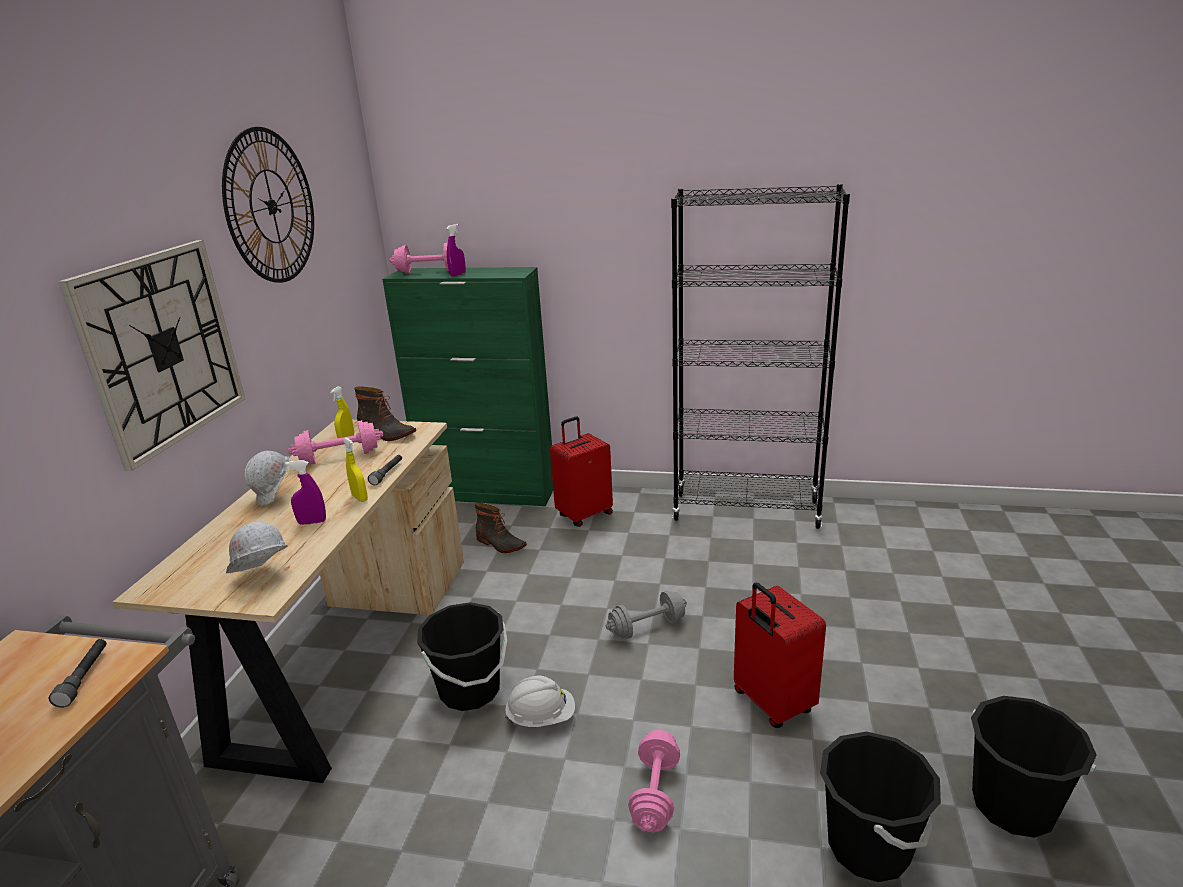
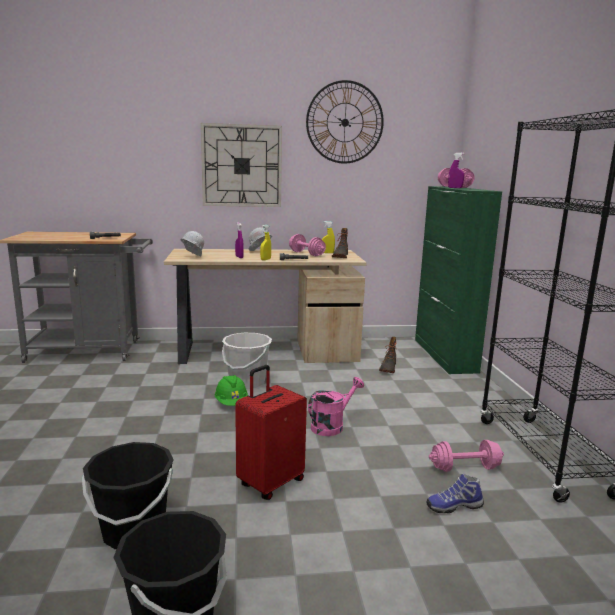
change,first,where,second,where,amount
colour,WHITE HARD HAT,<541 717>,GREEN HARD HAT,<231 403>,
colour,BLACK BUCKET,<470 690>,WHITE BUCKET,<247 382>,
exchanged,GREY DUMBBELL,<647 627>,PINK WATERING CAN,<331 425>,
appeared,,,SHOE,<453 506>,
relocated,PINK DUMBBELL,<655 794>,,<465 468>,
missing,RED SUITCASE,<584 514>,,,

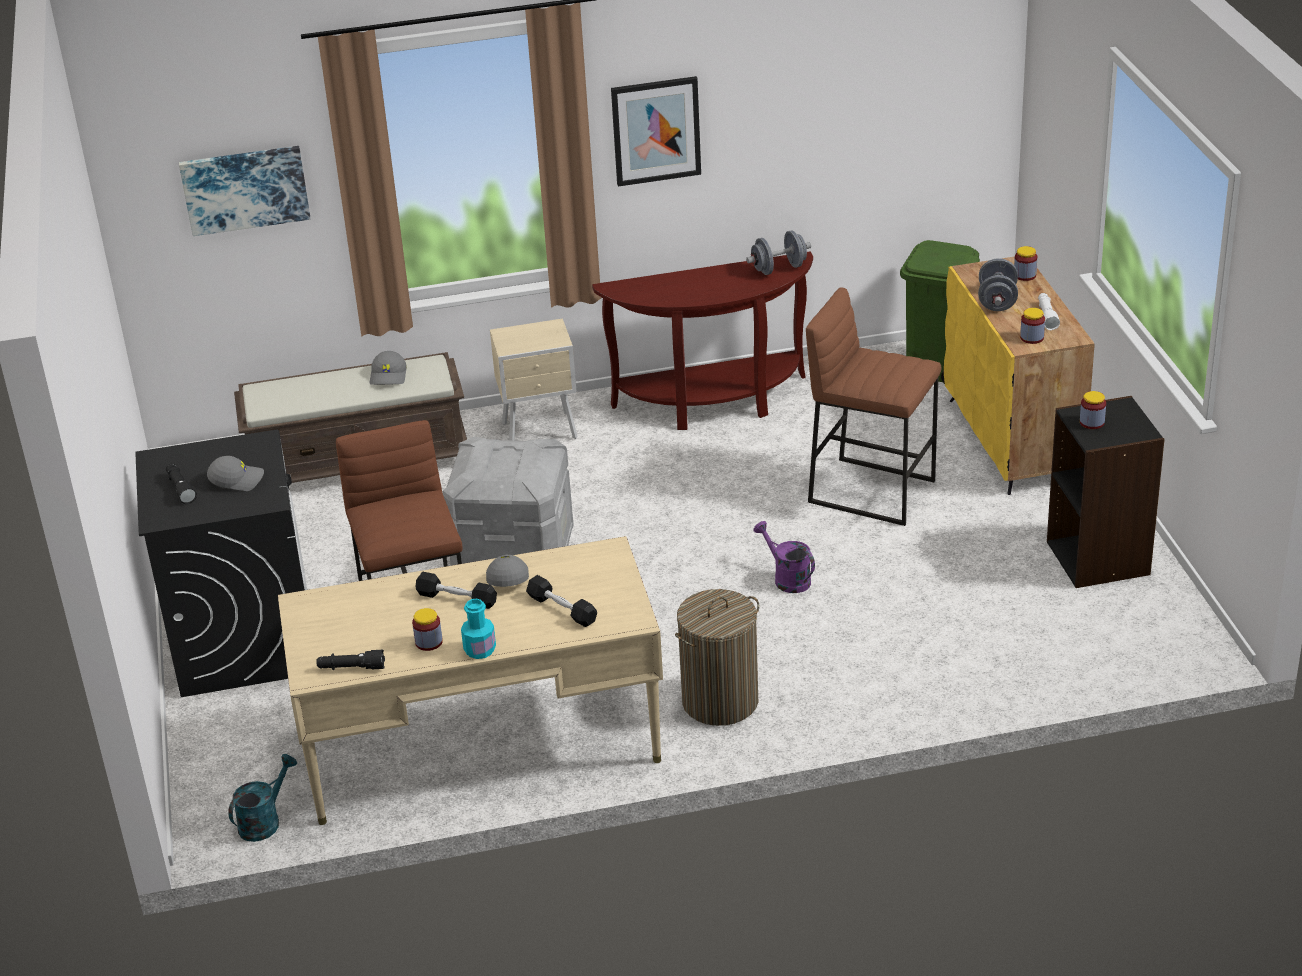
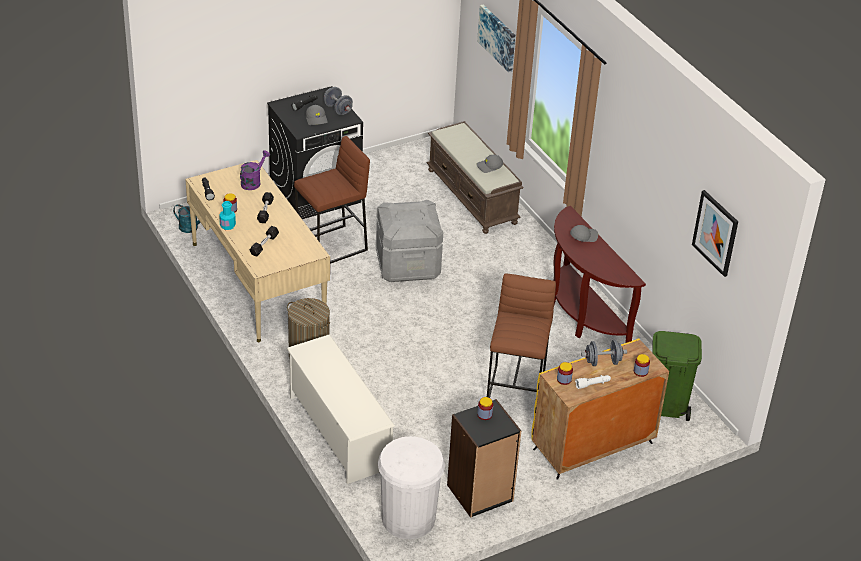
change,first,where,second,where,amount
relocated,PURPLE WATERING CAN,<787 578>,,<253 182>,
appeared,,,WHITE SHOE RACK,<338 432>,
relocated,GREY DUMBBELL,<779 269>,,<338 109>,
appeared,,,WHITE TRASH CAN,<408 518>,
relocated,GREY CAP,<506 577>,,<583 236>,
relocated,PICTURE,<656 130>,,<715 233>,
missing,BEIGE NIGHTSTAND,<541 431>,,,

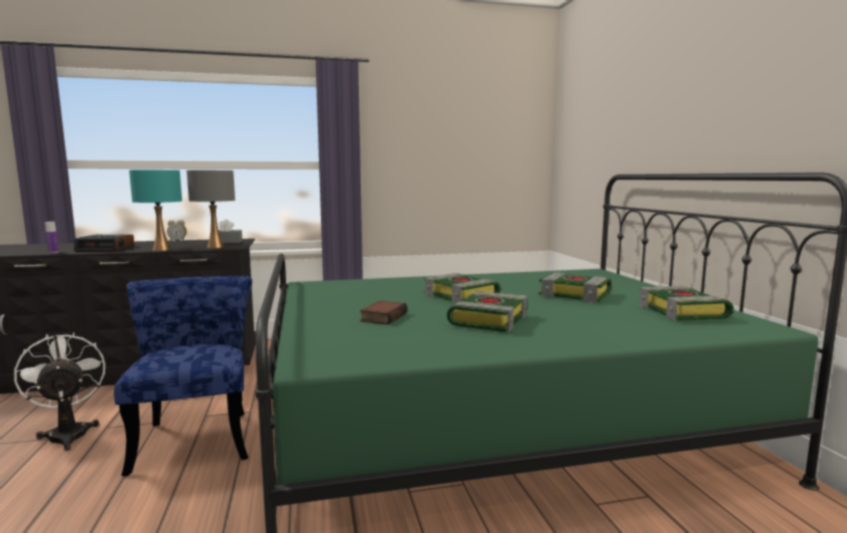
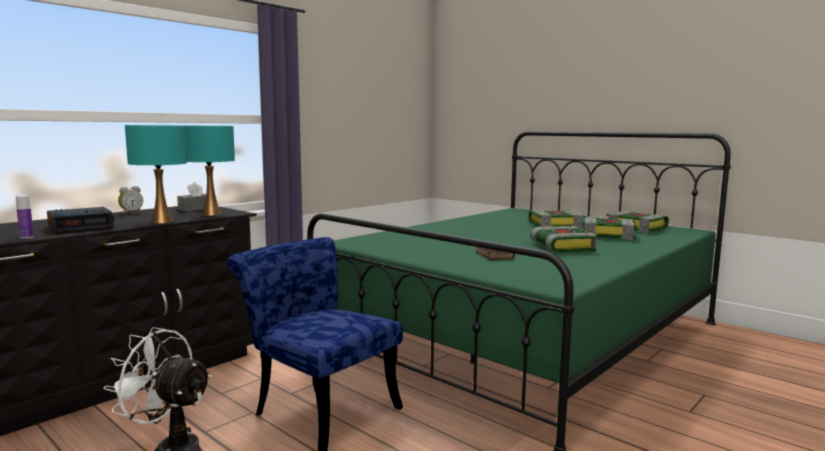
change,first,where,second,where,amount
colour,GREY TABLE LAMP,<215 247>,TURQUOISE TABLE LAMP,<212 214>,
relocated,BOOK,<462 296>,,<608 235>,

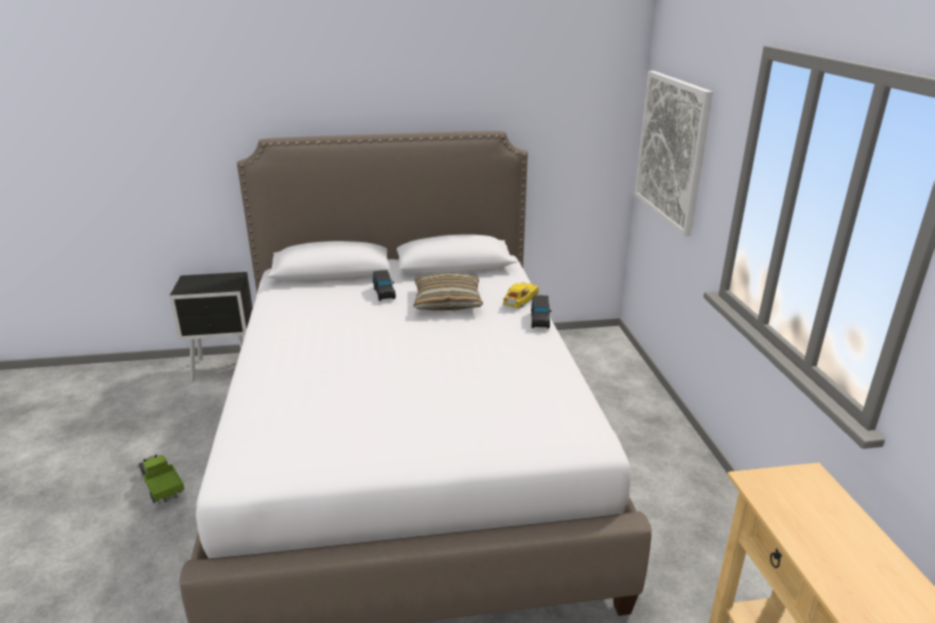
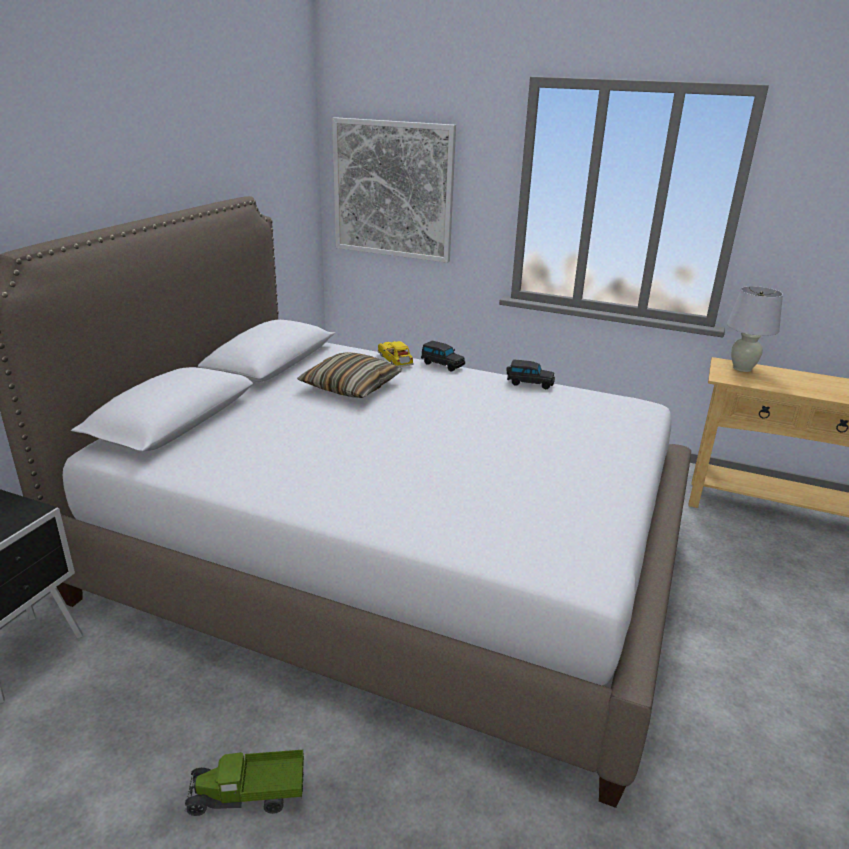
change,first,where,second,where,amount
relocated,BLACK TOY CAR,<384 293>,,<529 383>,
appeared,,,WHITE TABLE LAMP,<742 368>,

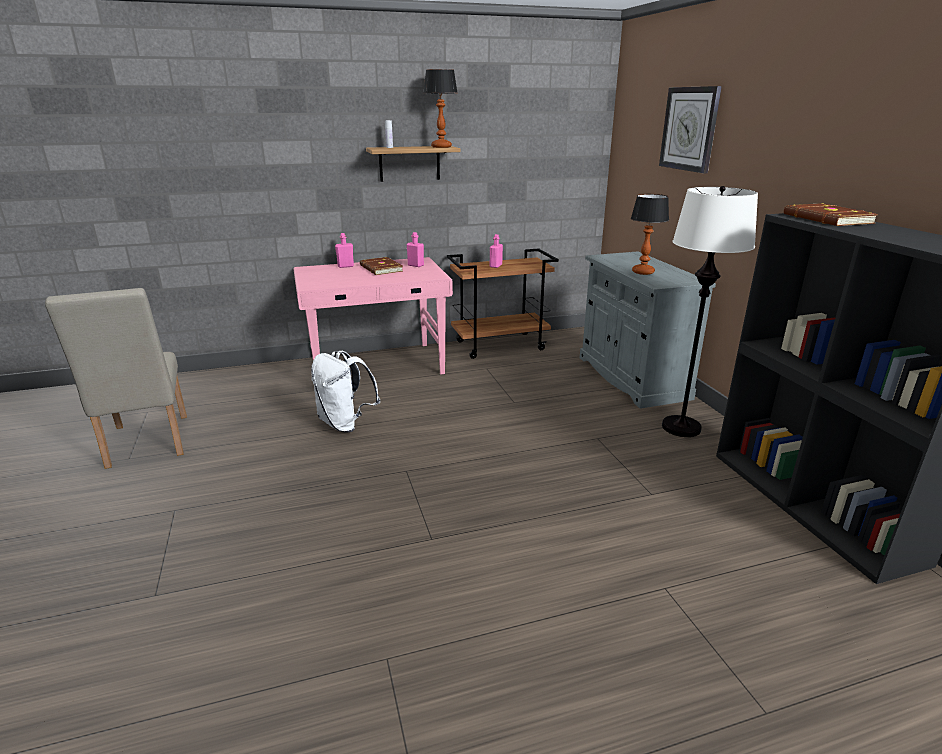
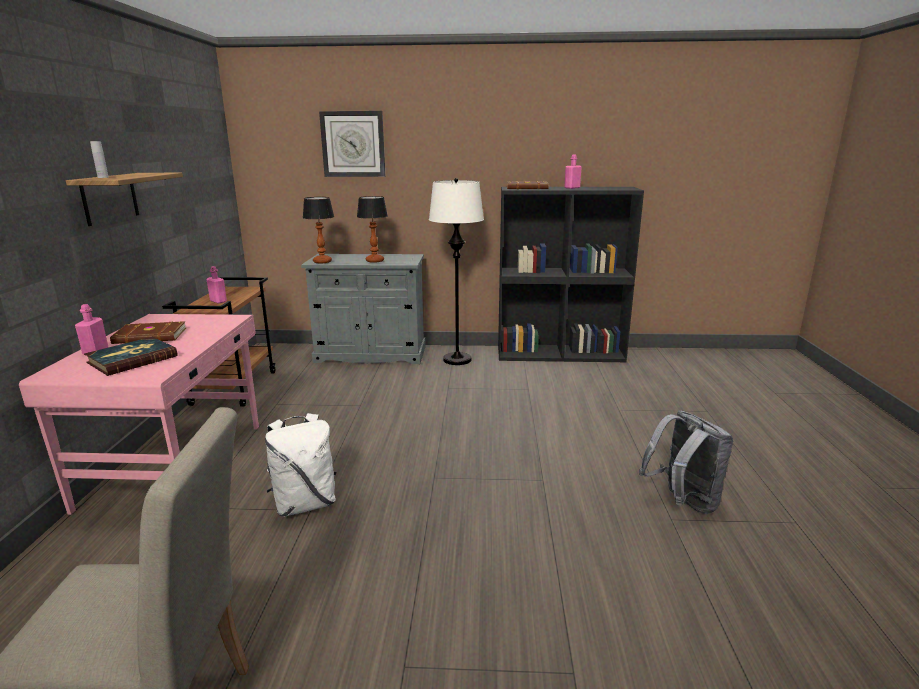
change,first,where,second,where,amount
appeared,,,BOOK,<132 359>,
relocated,TABLE LAMP,<441 147>,,<322 261>,
relocated,PINK BOTTLE,<415 265>,,<572 188>,
appeared,,,GREY BACKPACK,<682 502>,

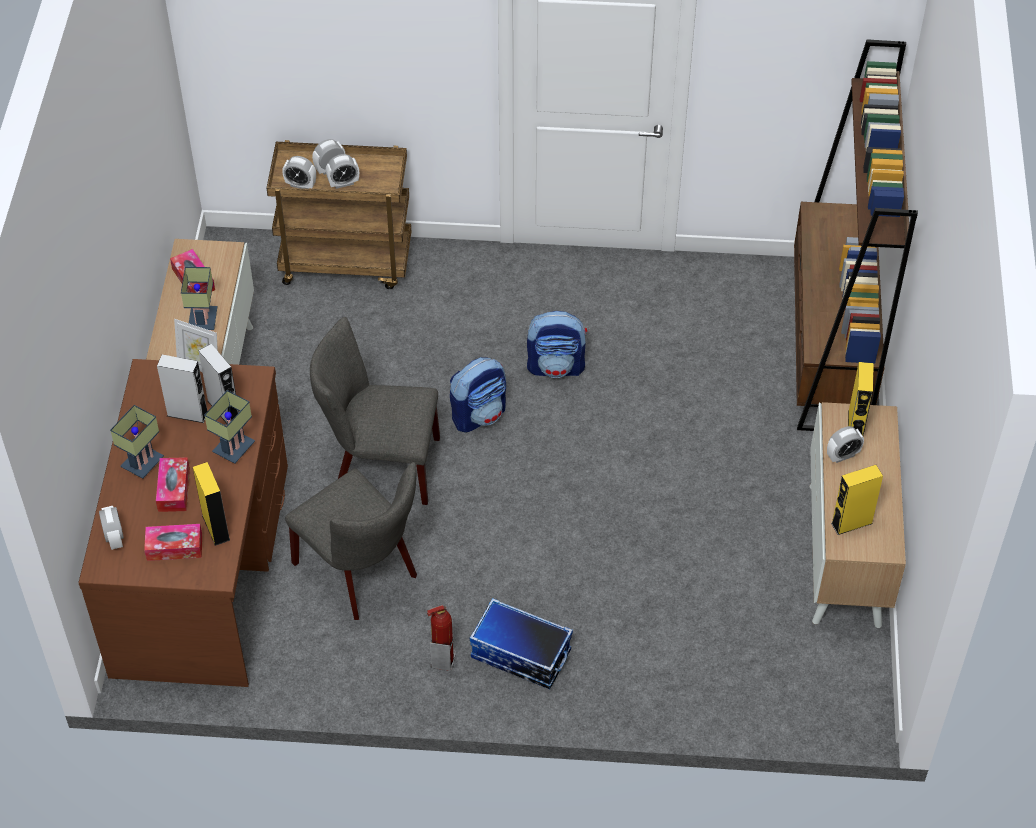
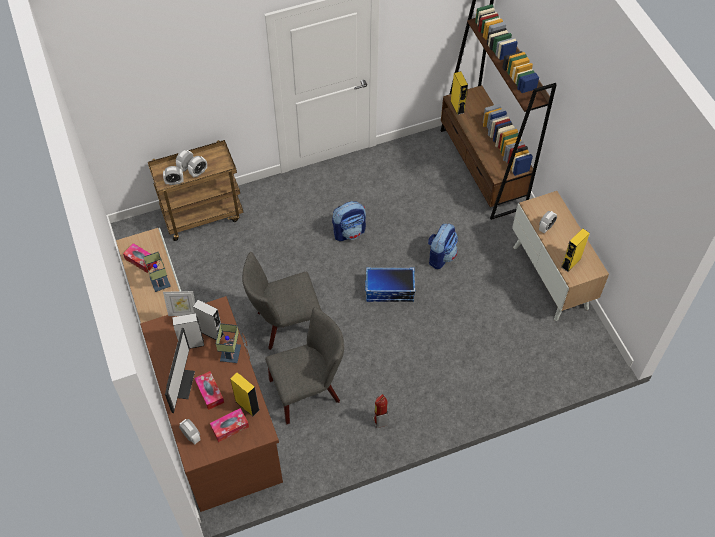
change,first,where,second,where,amount
exchanged,TABLE LAMP,<142 461>,MONITOR,<181 383>,
spun,GREY CHAIR,<361 573>,,<309 390>,45 degrees counterclockwise
relocated,STORAGE BOX,<520 655>,,<389 291>,
relocated,BACKPACK,<479 414>,,<440 256>,
relocated,YELLOW SPEAKER,<855 425>,,<457 107>,

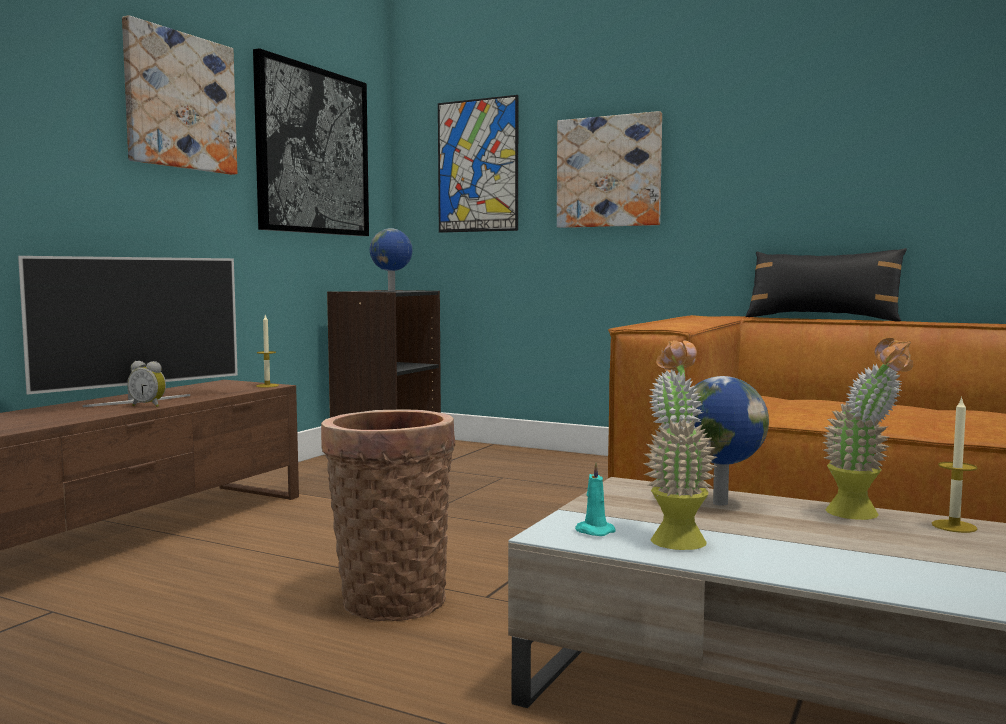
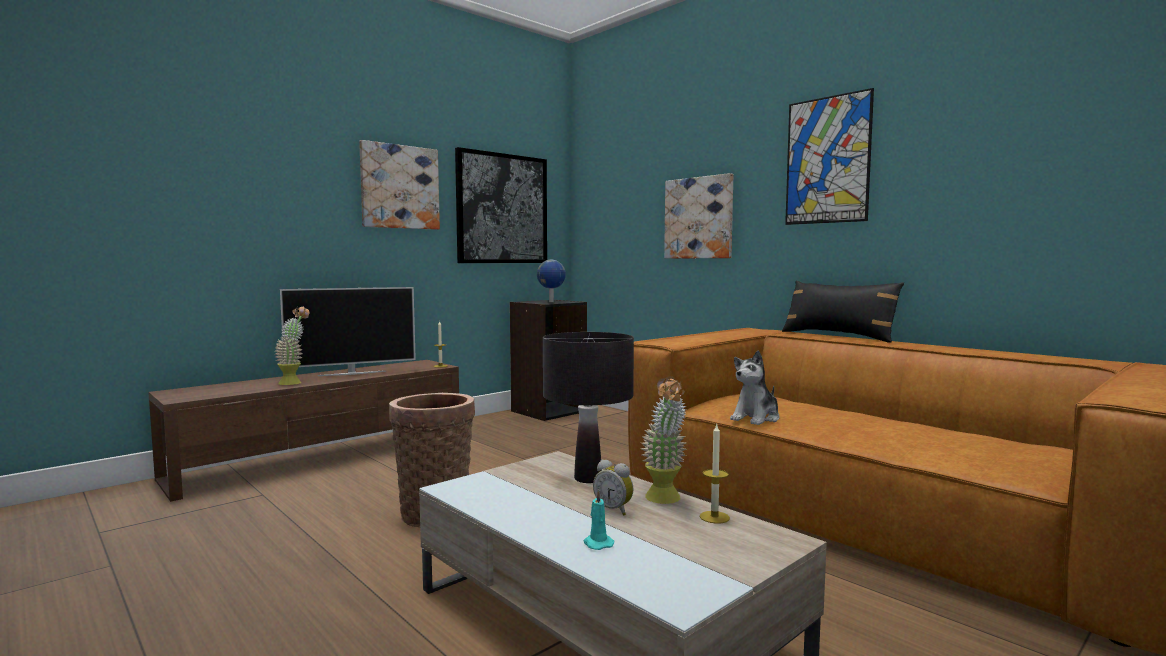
change,first,where,second,where,amount
relocated,POTTED PLANT,<675 537>,,<294 382>,
exchanged,GLOBE,<718 503>,BLACK TABLE LAMP,<587 478>,
relocated,TURQUOISE CANDLE,<593 531>,,<597 543>,
relocated,ALARM CLOCK,<149 406>,,<614 510>,
appeared,,,PLUSH TOY,<756 418>,
relocated,PICTURE,<477 166>,,<827 160>,

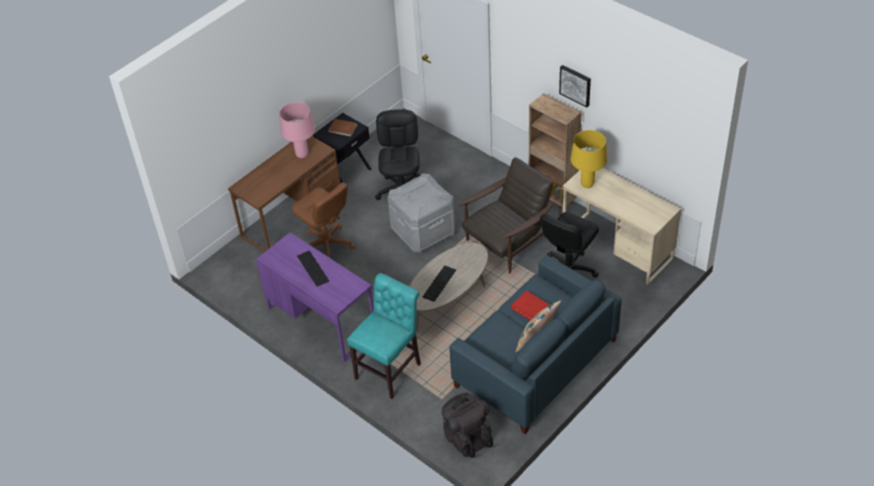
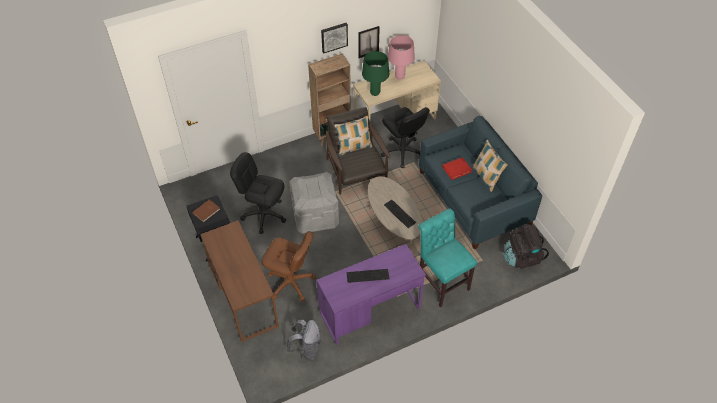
change,first,where,second,where,amount
spun,BROWN OFFICE CHAIR,<326 245>,,<291 282>,45 degrees clockwise
appeared,,,GREY BACKPACK,<307 349>,
appeared,,,PILLOW,<353 147>,
appeared,,,PICTURE,<368 42>,
colour,YELLOW TABLE LAMP,<587 184>,GREEN TABLE LAMP,<375 93>,
relocated,PINK TABLE LAMP,<302 155>,,<400 77>,

